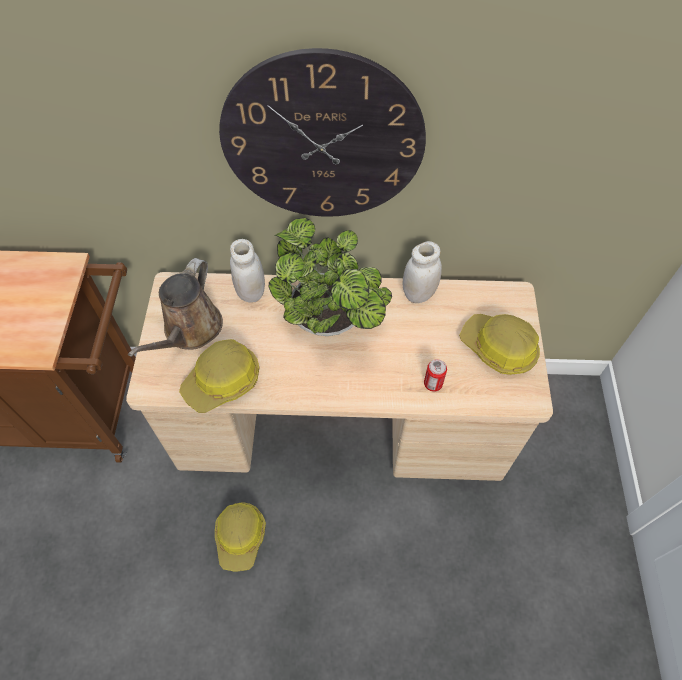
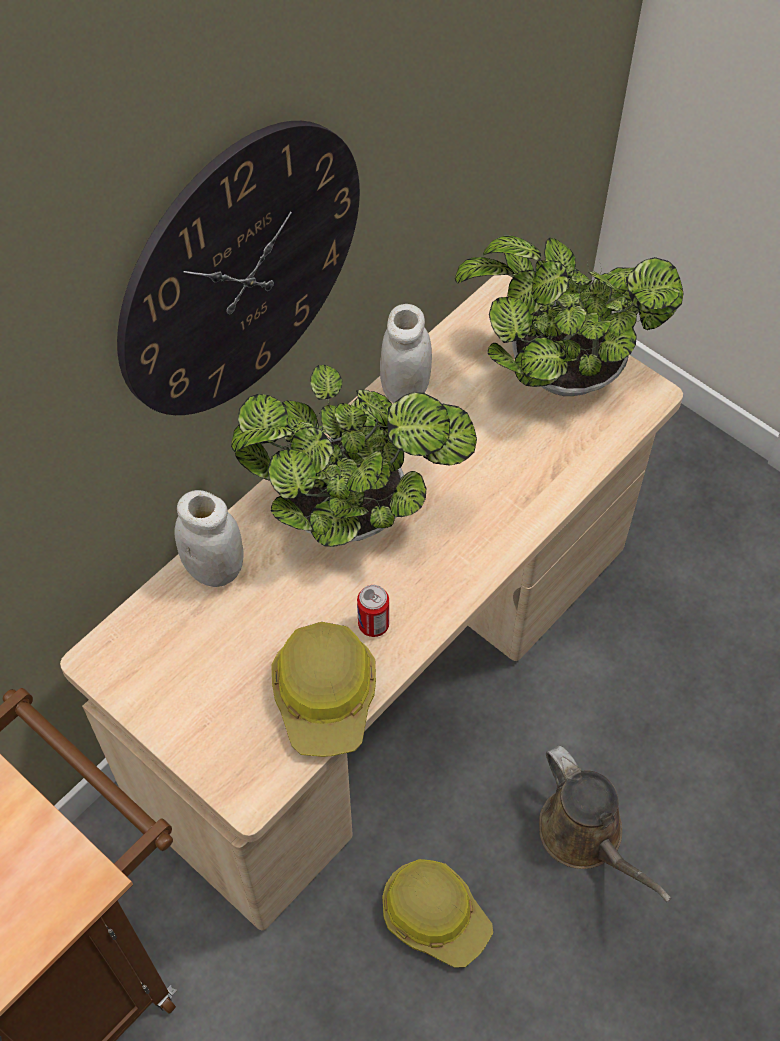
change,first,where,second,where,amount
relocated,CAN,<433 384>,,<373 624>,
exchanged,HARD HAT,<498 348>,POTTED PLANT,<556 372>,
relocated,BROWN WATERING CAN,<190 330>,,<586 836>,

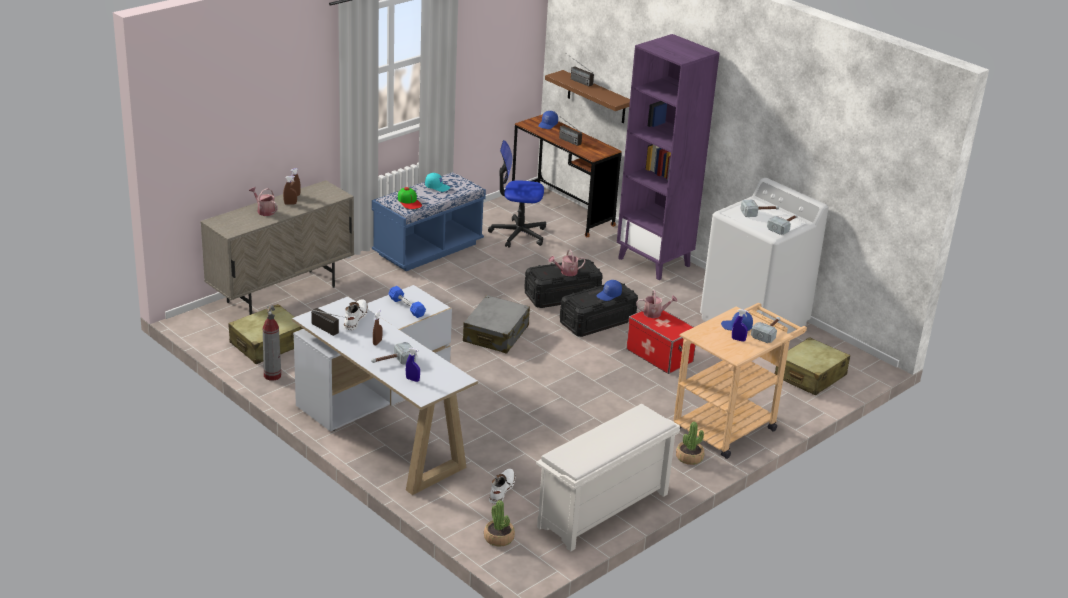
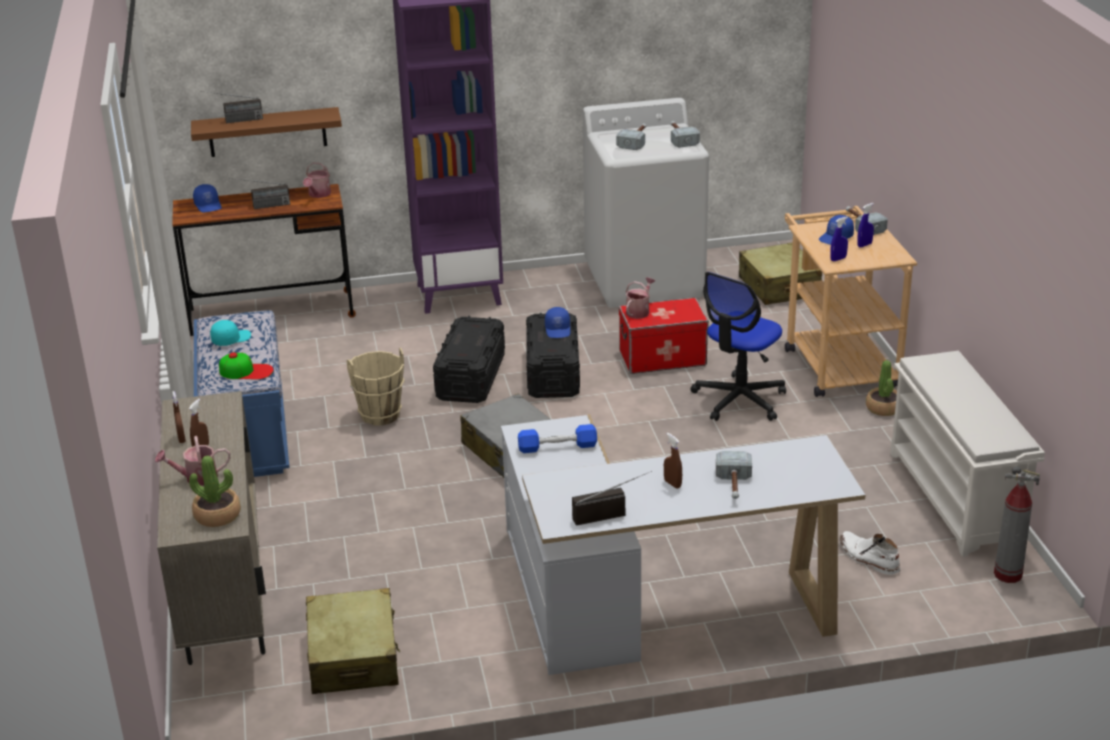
change,first,where,second,where,amount
relocated,POTTED PLANT,<499 538>,,<217 515>,
relocated,WATERING CAN,<566 272>,,<318 194>,
appeared,,,BEIGE BUCKET,<380 415>,
relocated,OFFICE CHAIR,<518 234>,,<739 400>,
relocated,BLUE SPRAY BOTTLE,<412 379>,,<838 259>,
relocated,FIRE EXTINGUISHER,<272 375>,,<1007 574>,
missing,WHITE BOOT,<355 318>,,,

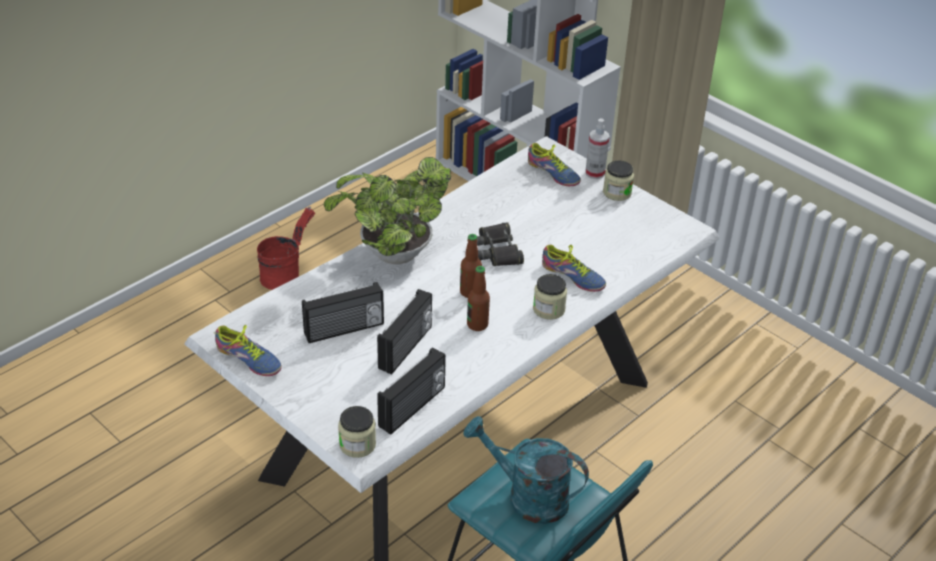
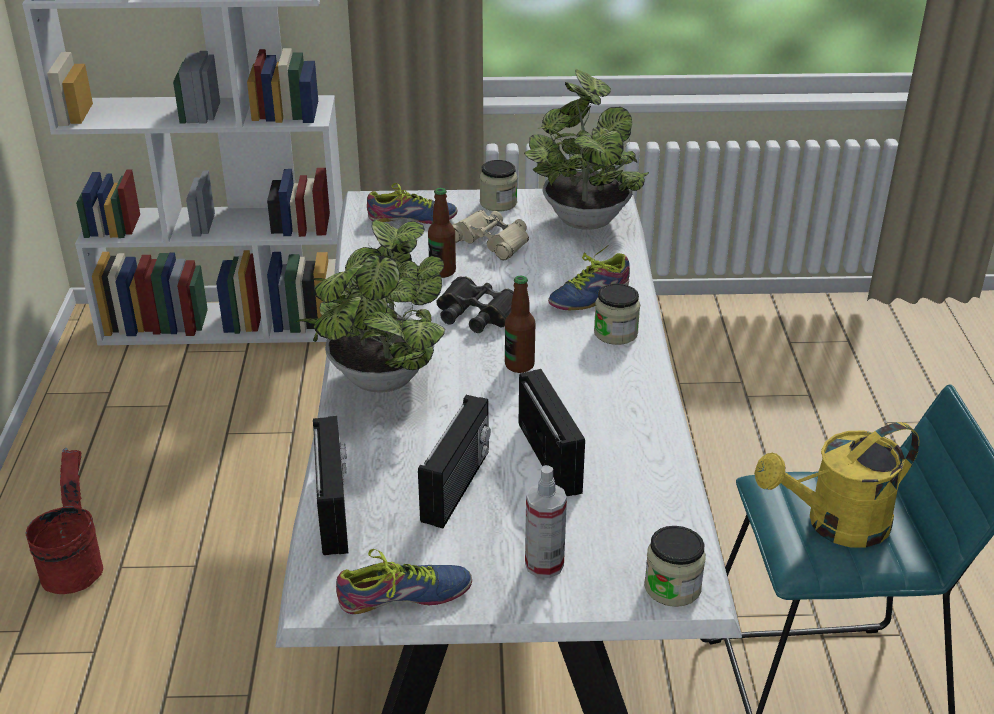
change,first,where,second,where,amount
relocated,RADIO,<413 407>,,<335 510>,
relocated,BOTTLE,<477 325>,,<442 271>,
appeared,,,BEIGE BINOCULARS,<491 241>,
appeared,,,POTTED PLANT,<584 216>,
relocated,SPRAY BOTTLE,<595 173>,,<544 564>,
spun,SHOE,<572 278>,,<587 294>,150 degrees clockwise
colour,TURQUOISE WATERING CAN,<527 496>,YELLOW WATERING CAN,<835 525>,

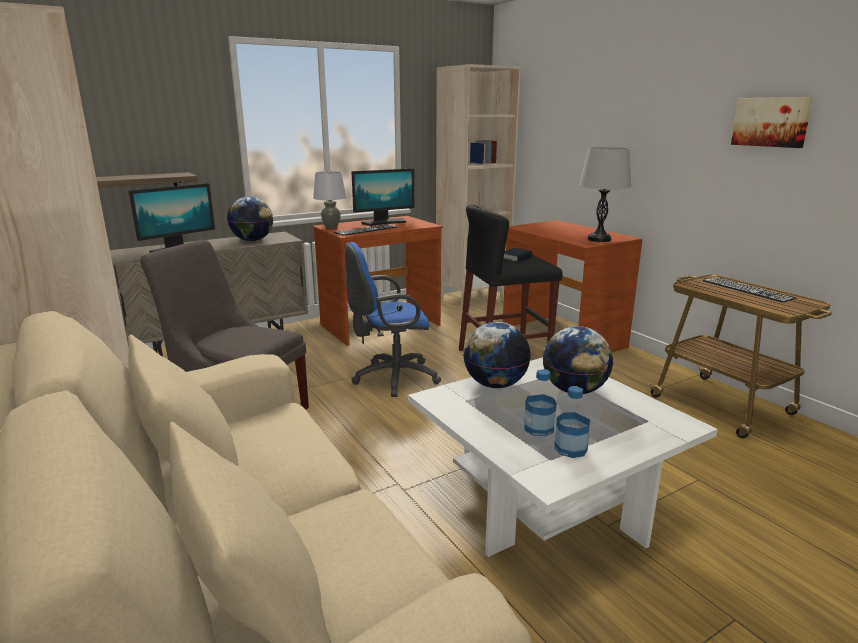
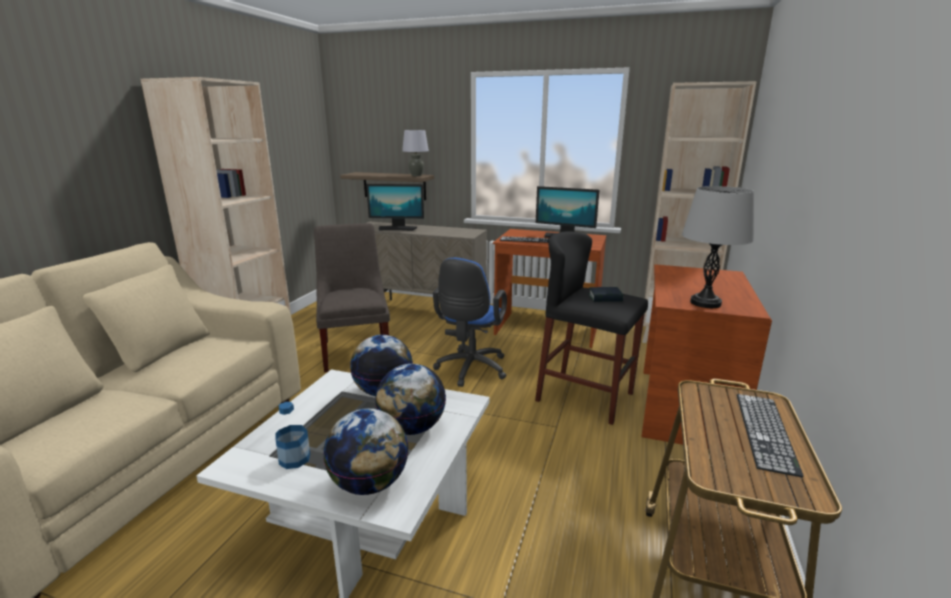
change,first,where,second,where,amount
relocated,GLOBE,<252 240>,,<369 484>,
relocated,GREY TABLE LAMP,<331 227>,,<416 175>,
spun,BLUE OFFICE CHAIR,<391 378>,,<470 370>,105 degrees counterclockwise
missing,BOTTLE,<538 428>,,,
missing,PICTURE,<771 122>,,,

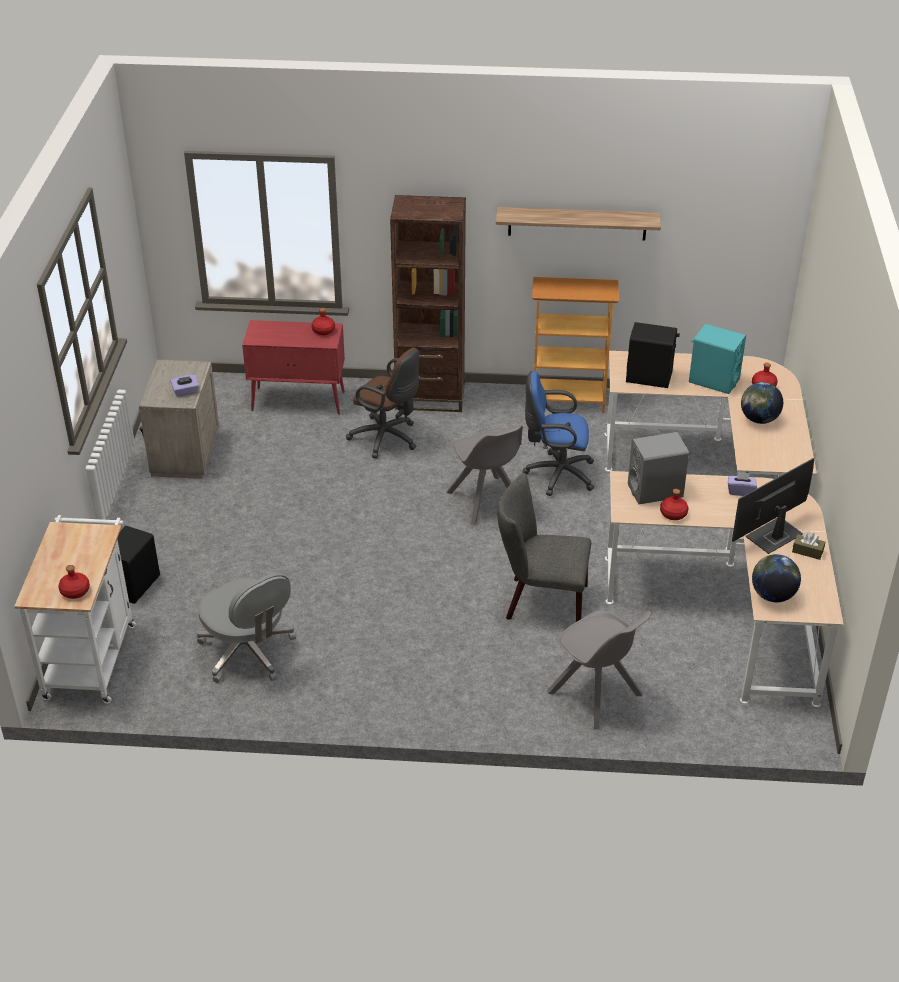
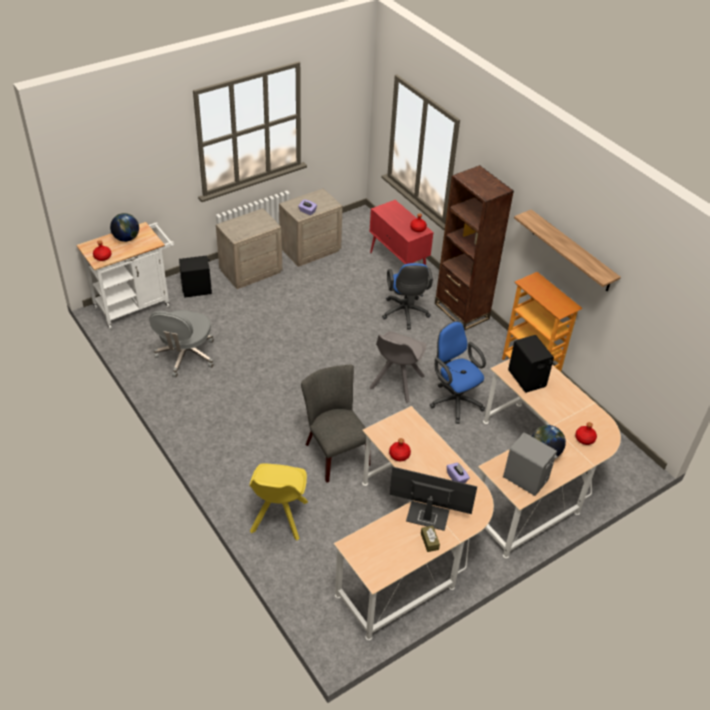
change,first,where,second,where,amount
relocated,GLOBE,<773 596>,,<126 238>,
appeared,,,BEIGE NIGHTSTAND,<250 271>,
colour,GREY CHAIR,<596 695>,YELLOW CHAIR,<278 518>,
colour,BROWN OFFICE CHAIR,<387 439>,BLUE OFFICE CHAIR,<405 314>,
relocated,GREY SPEAKER,<655 491>,,<526 479>,
missing,TURQUOISE SPEAKER,<713 381>,,,

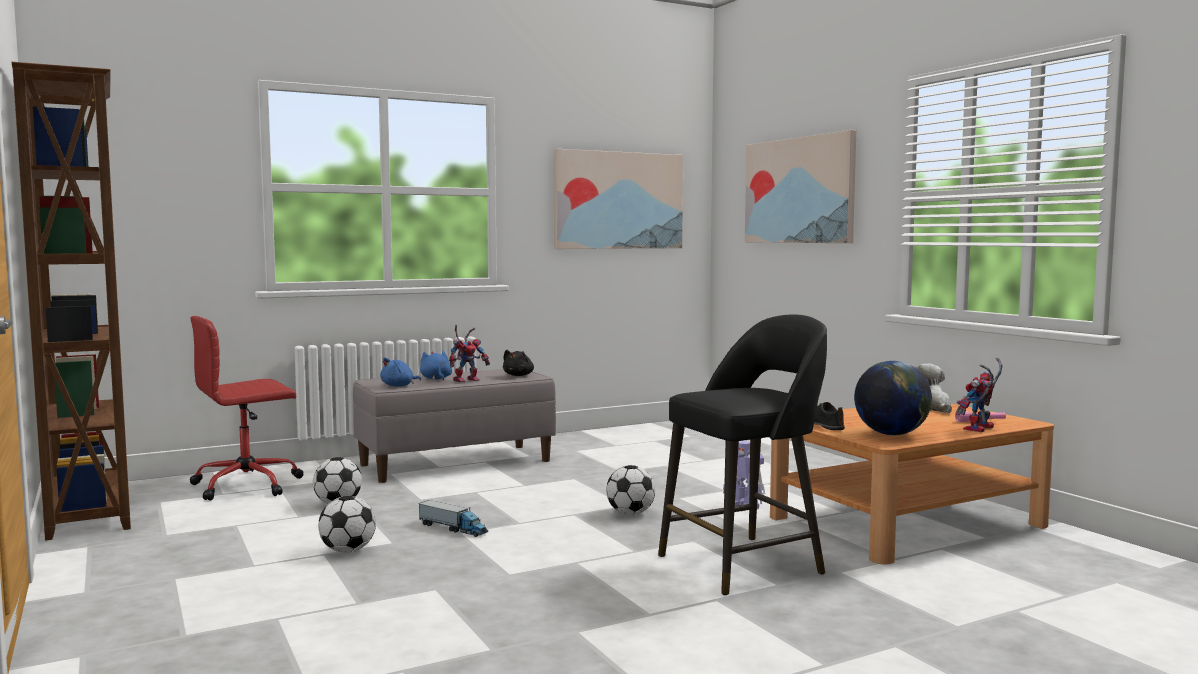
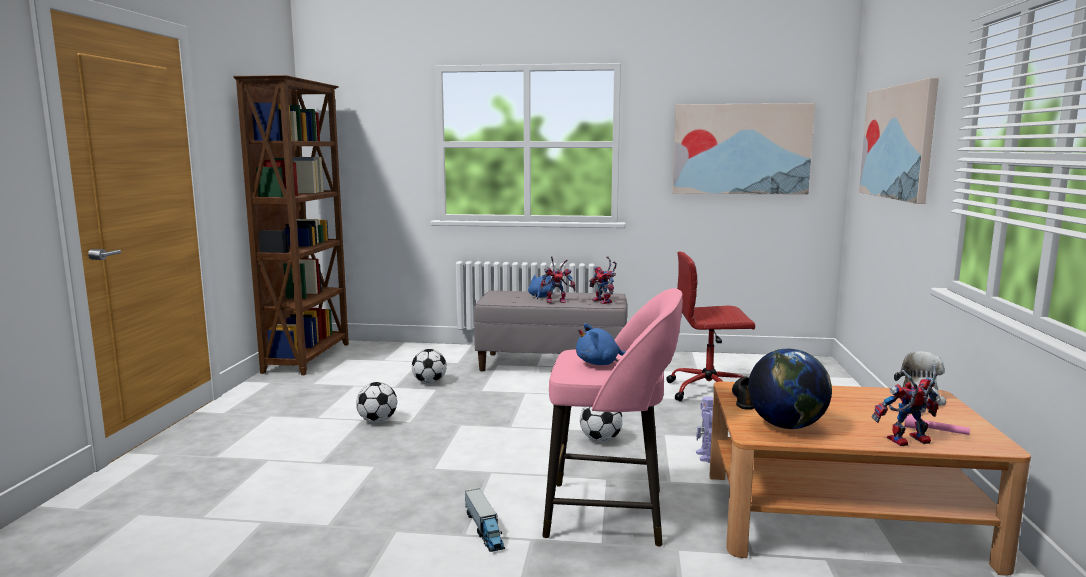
change,first,where,second,where,amount
relocated,TOY TRUCK,<453 528>,,<484 530>,
colour,BLACK STOOL,<744 563>,PINK STOOL,<610 513>,
relocated,BLUE PLUSH TOY,<399 386>,,<600 363>,
exchanged,BLACK PLUSH TOY,<519 375>,TOY ROBOT,<604 301>,
relocated,RED OFFICE CHAIR,<248 485>,,<710 391>,

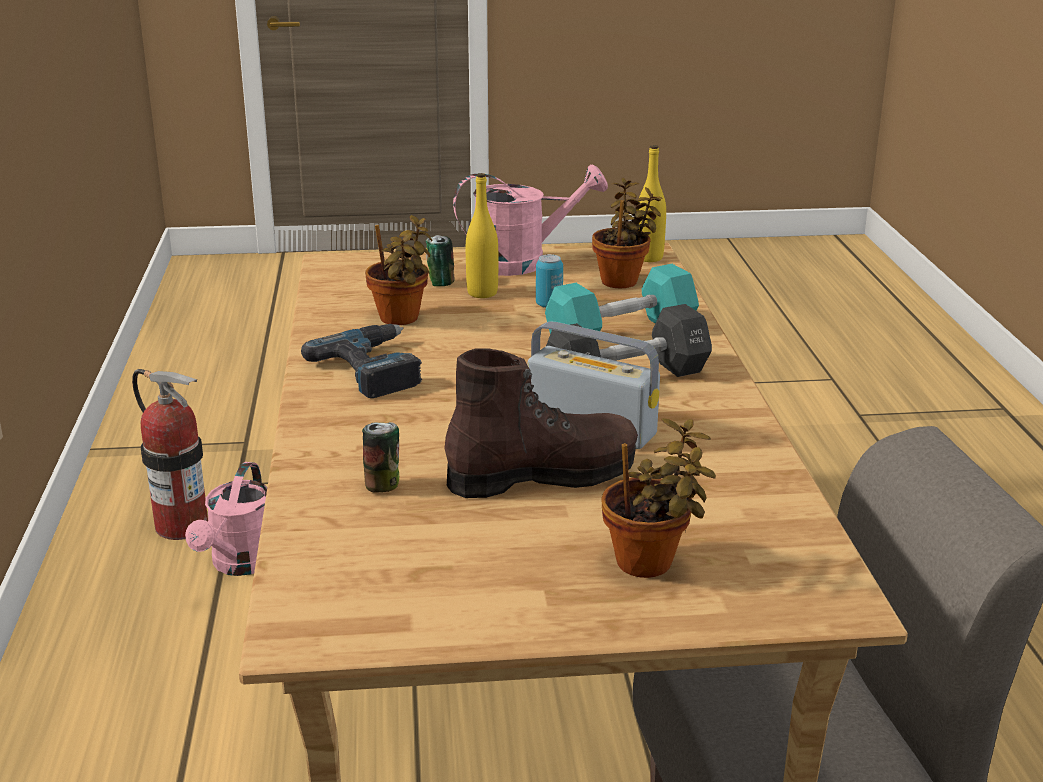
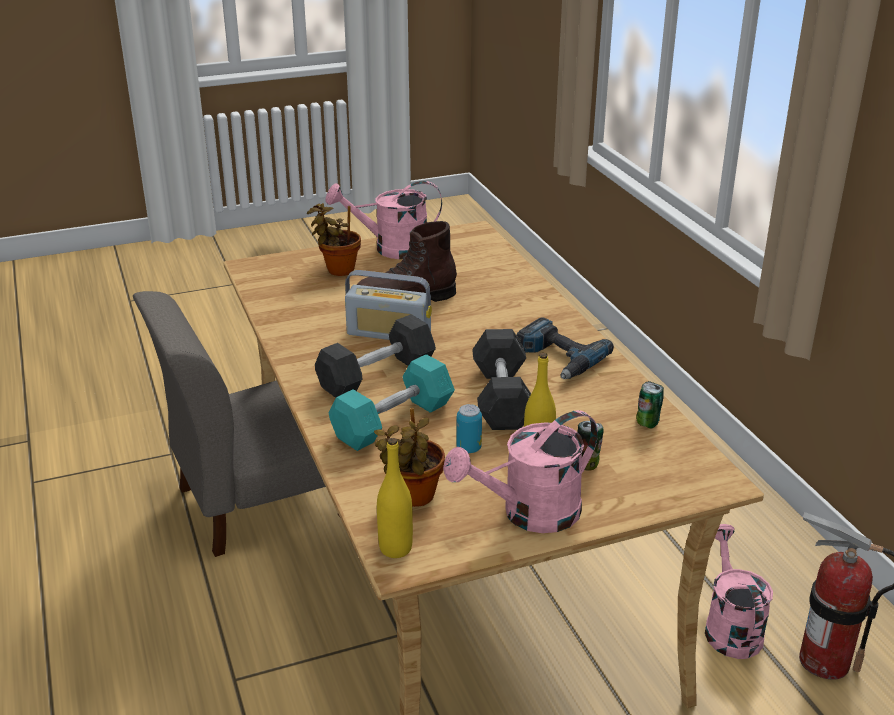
change,first,where,second,where,amount
appeared,,,PINK WATERING CAN,<391 249>,
appeared,,,GREY DUMBBELL,<501 397>,
relocated,CAN,<383 485>,,<647 423>,
missing,POTTED PLANT,<401 319>,,,

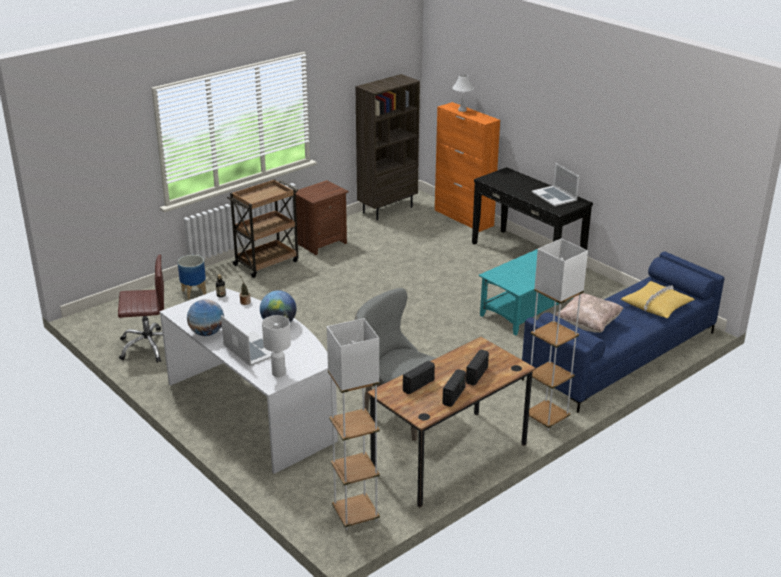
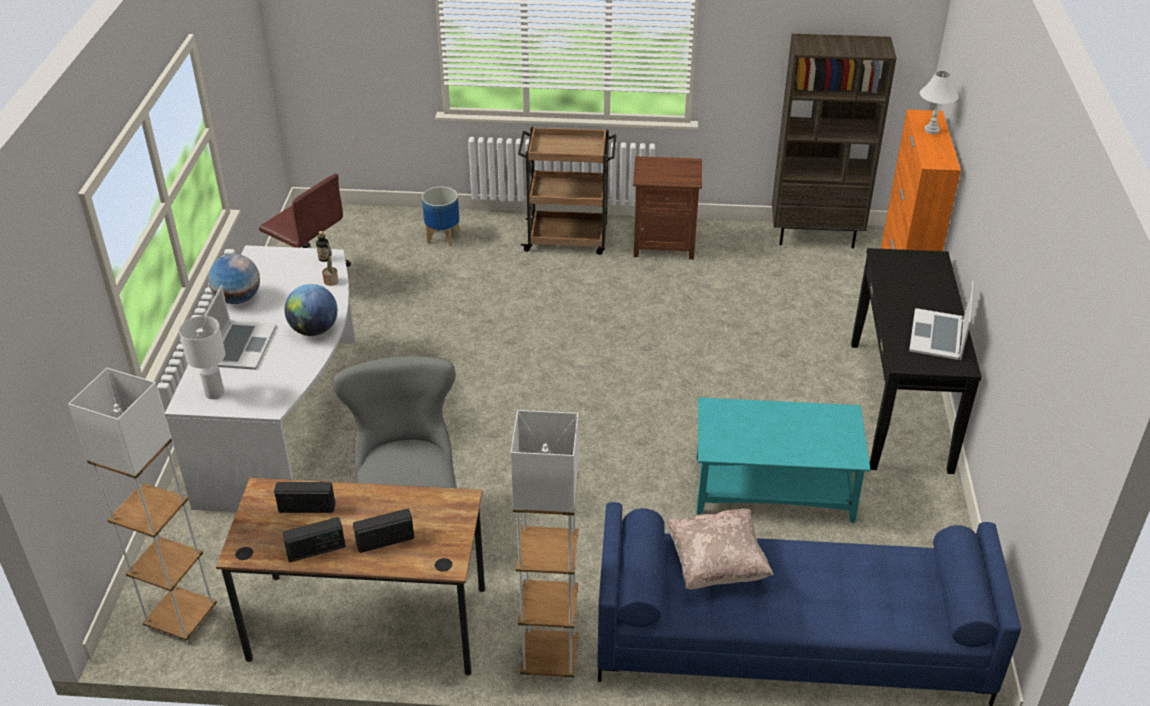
change,first,where,second,where,amount
missing,YELLOW PILLOW,<657 305>,,,

